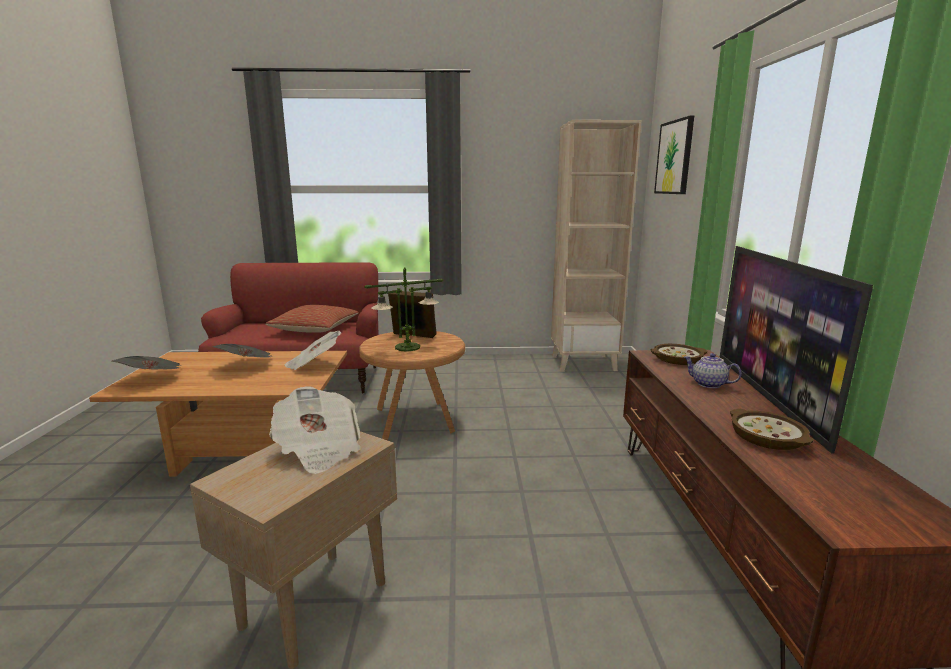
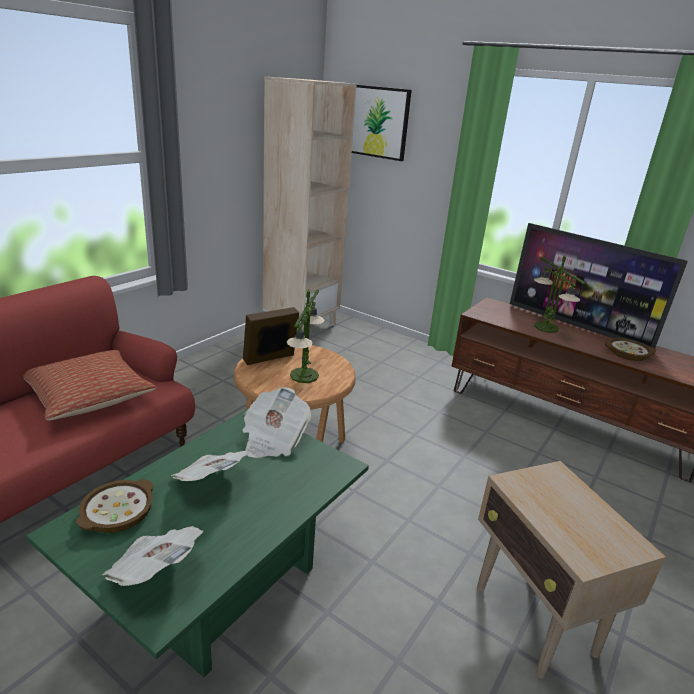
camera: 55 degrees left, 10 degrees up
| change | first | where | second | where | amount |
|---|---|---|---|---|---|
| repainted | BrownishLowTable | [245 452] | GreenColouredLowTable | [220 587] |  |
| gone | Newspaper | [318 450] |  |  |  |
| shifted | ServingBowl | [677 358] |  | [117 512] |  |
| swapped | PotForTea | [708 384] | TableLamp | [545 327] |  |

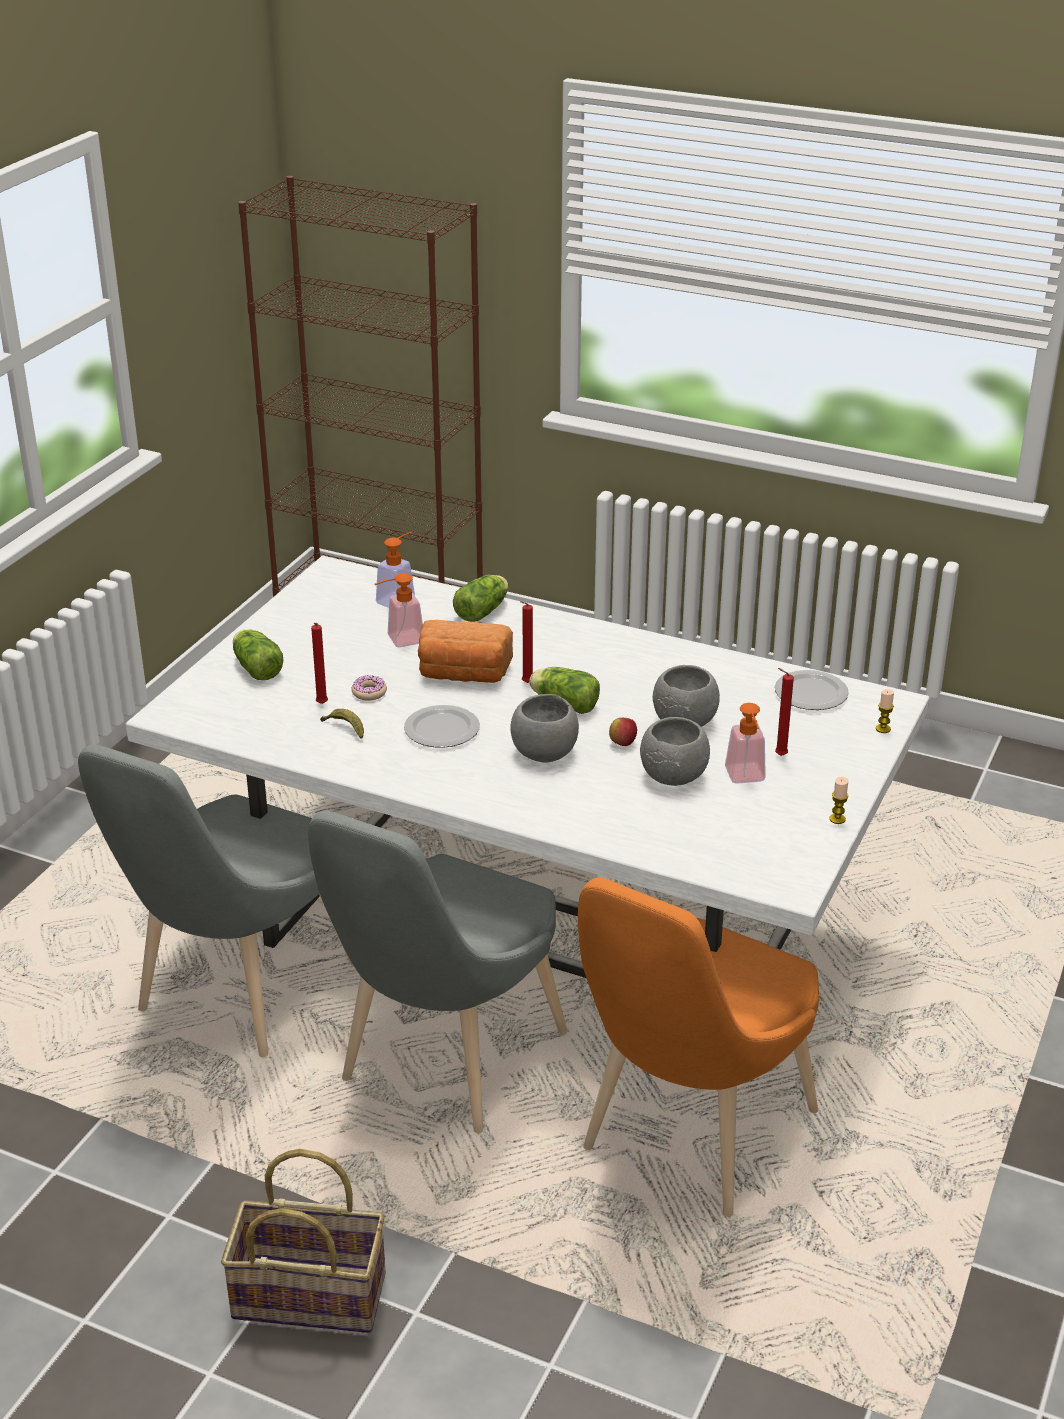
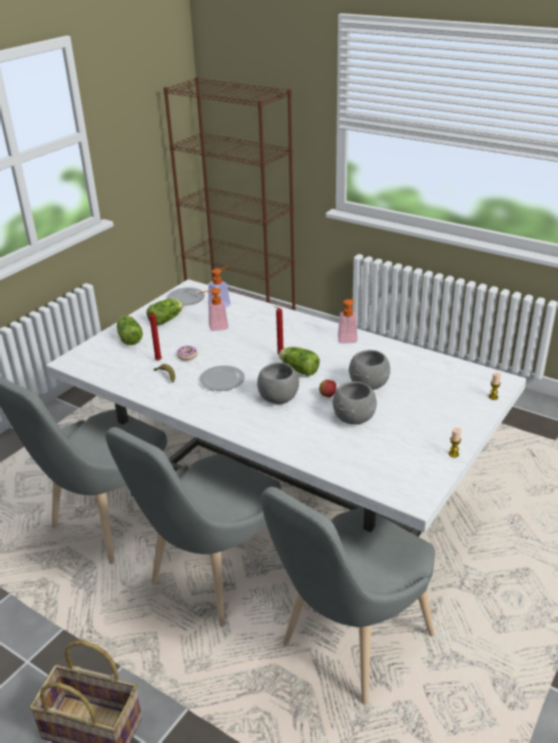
camera: 10 degrees right, 0 degrees up
| change | first | where | second | where | amount |
|---|---|---|---|---|---|
| gone | BakedBread | [463 674] |  |  |  |
| shifted | Lettuce | [484 611] |  | [167 319] |  |
| repainted | OrangeyUprightChair | [688 1138] | GrayUprightChair | [349 644] |  |
| shifted | LiquidSoapBottle | [746 778] |  | [347 341] |  |
| gone | RedColouredCandle | [778 755] |  |  |  |
| shifted | FlatDish | [812 693] |  | [186 298] |  |

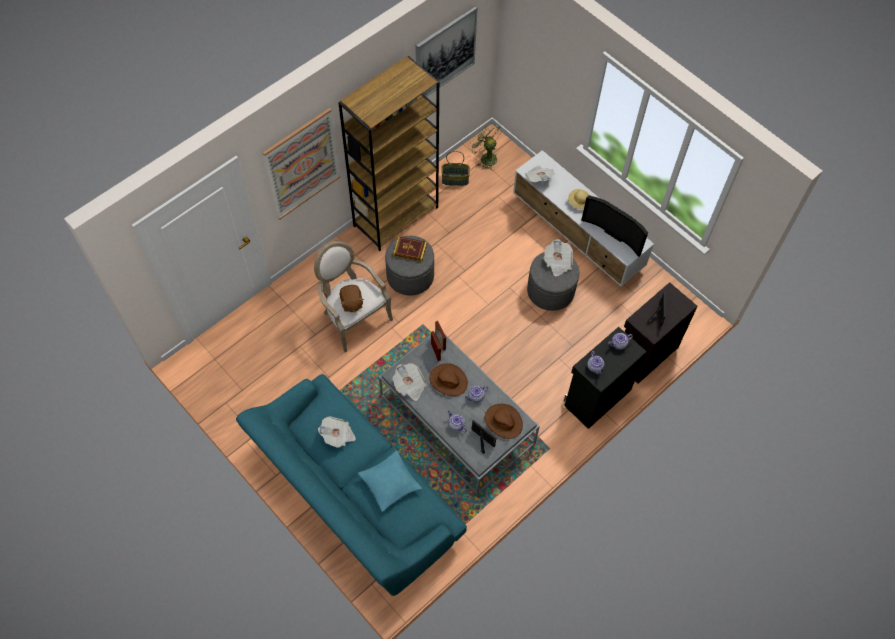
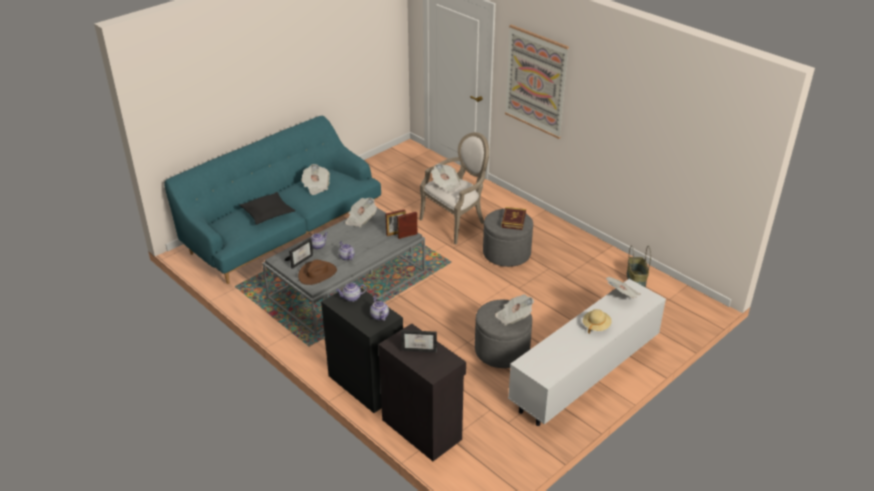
camera: 90 degrees right, 25 degrees down
| change | first | where | second | where | amount |
|---|---|---|---|---|---|
| gone | BrownishBookcase | [396 216] |  |  |  |
| swapped | BrownishPlushToy | [351 303] | Newspaper | [446 185] |  |
| repainted | TurquoisePillow | [390 483] | BlackishPillow | [267 213] |  |
| gone | WallPicture | [445 53] |  |  |  |
| gone | BrownishWearableHat | [448 380] |  |  |  |
| gone | GreenColouredFan | [485 157] |  |  |  |
| gone | TvSet | [615 232] |  |  |  |

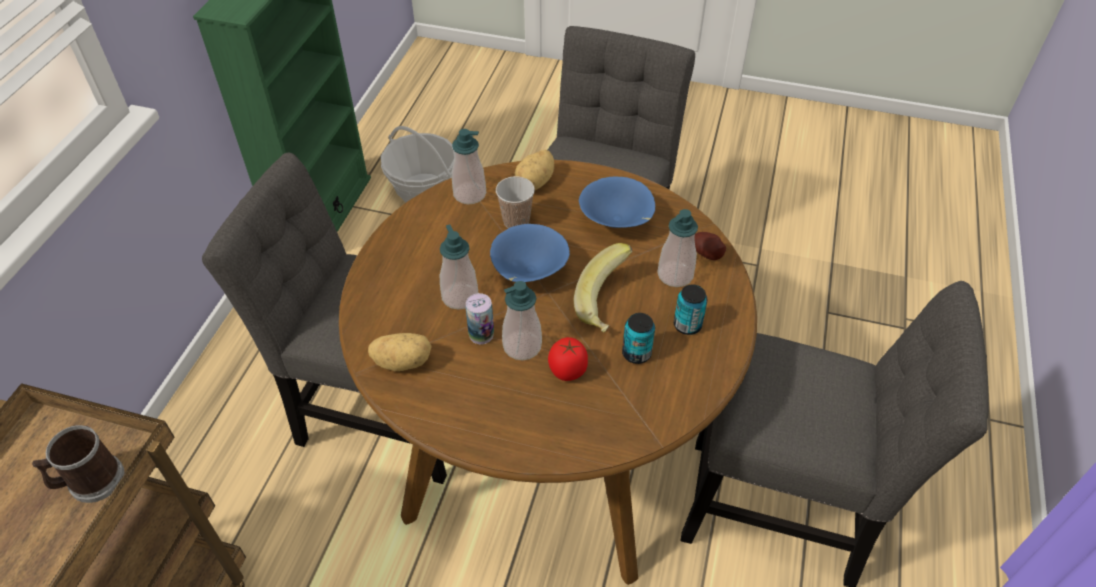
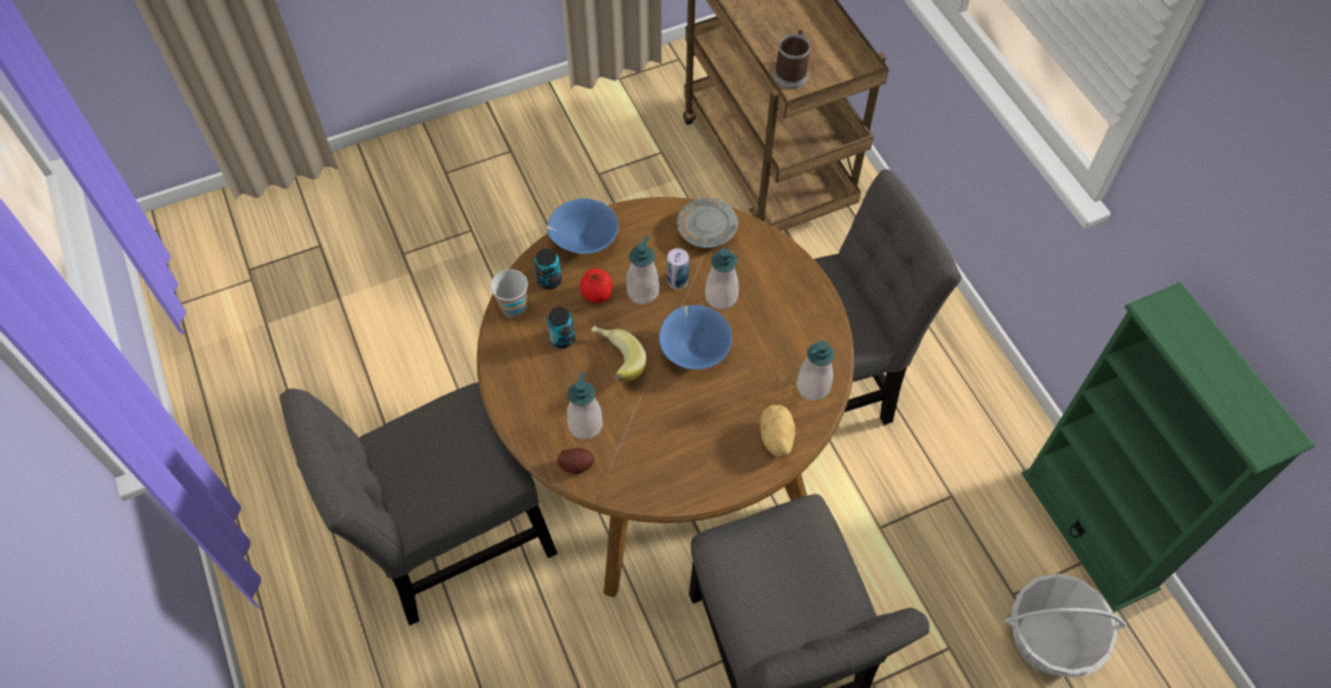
camera: 140 degrees right, 10 degrees up
| change | first | where | second | where | amount |
|---|---|---|---|---|---|
| swapped | Spud | [403 361] | GrayFlatDish | [707 231] |  |
| shifted | DrinkingCup | [516 221] |  | [513 308] |  |
| shifted | BluishServingBowl | [616 222] |  | [583 241] |  |
| shifted | SealedCan | [687 325] |  | [549 280] |  |

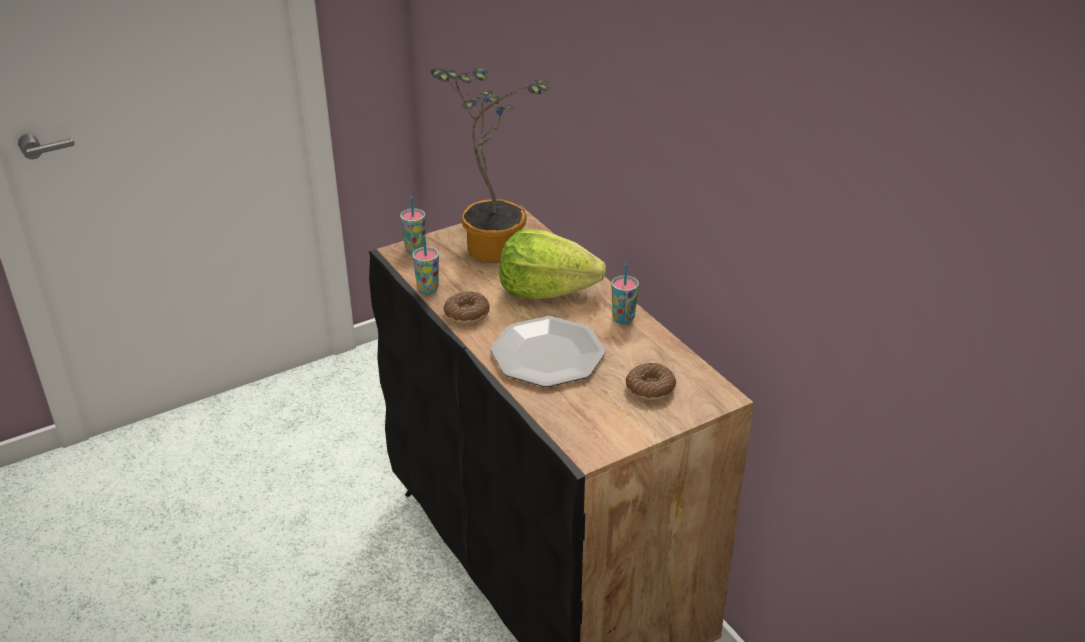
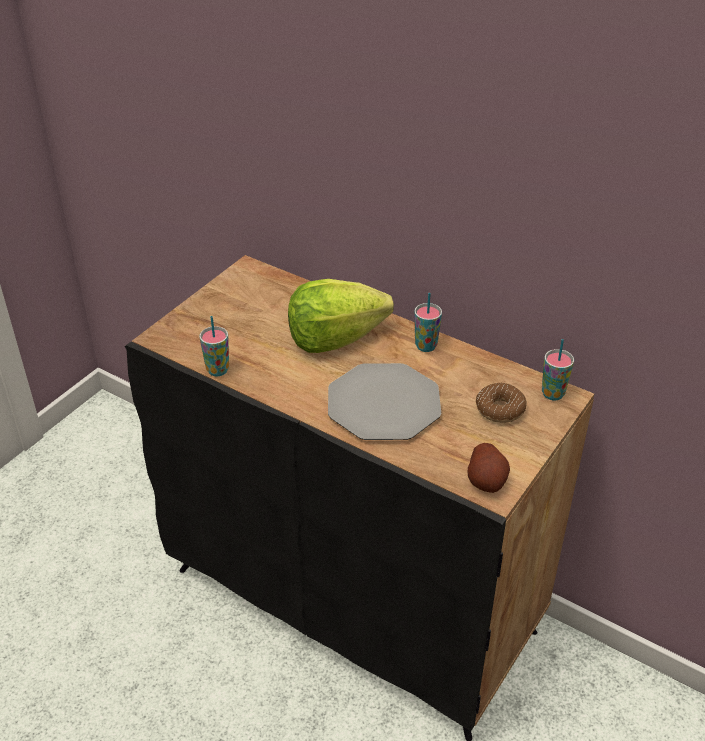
camera: 25 degrees left, 5 degrees up
| change | first | where | second | where | amount |
|---|---|---|---|---|---|
| shifted | DrinkingCup | [415 249] |  | [553 394] |  |
| gone | Houseplant | [493 244] |  |  |  |
| gone | Doughnut | [467 314] |  |  |  |
| new |  |  | Spud | [486 480] |  |

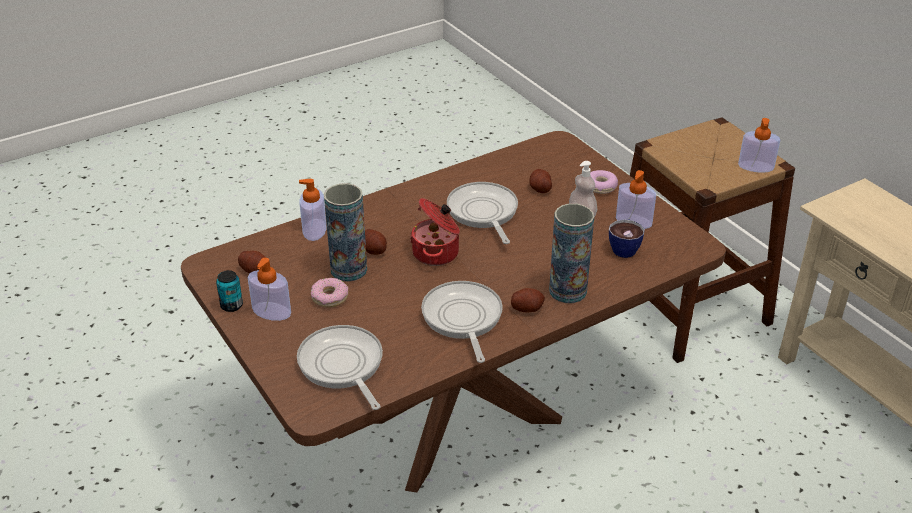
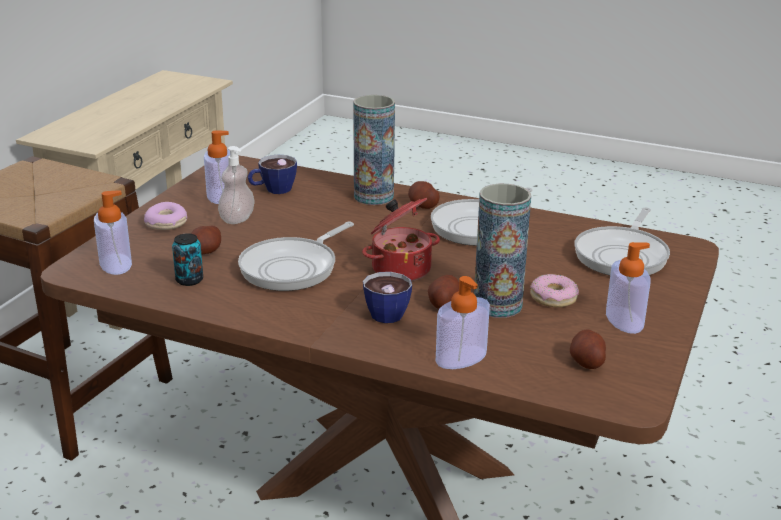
camera: 125 degrees left, 10 degrees down
| change | first | where | second | where | amount |
|---|---|---|---|---|---|
| shifted | SealedCan | [231 305] |  | [189 280] |  |
| shifted | LiquidSoapBottle | [756 166] |  | [115 264] |  |
| new |  |  | DrinkingCup | [390 311] |  |

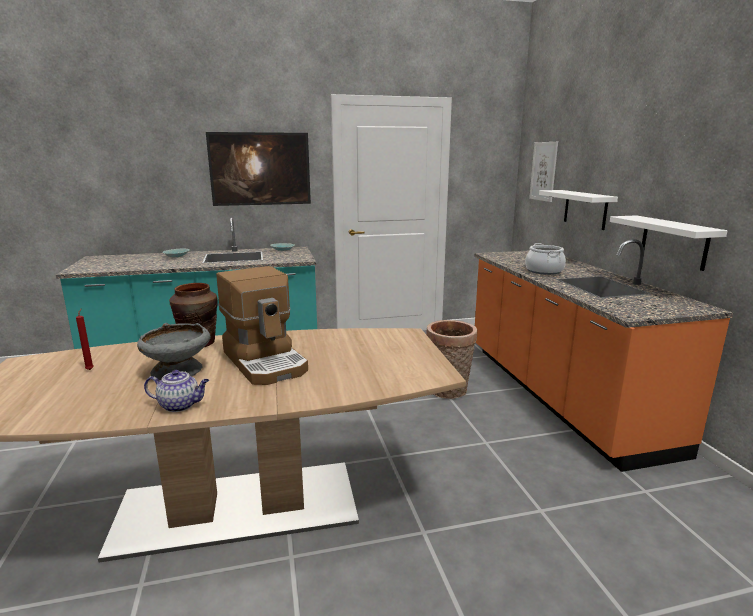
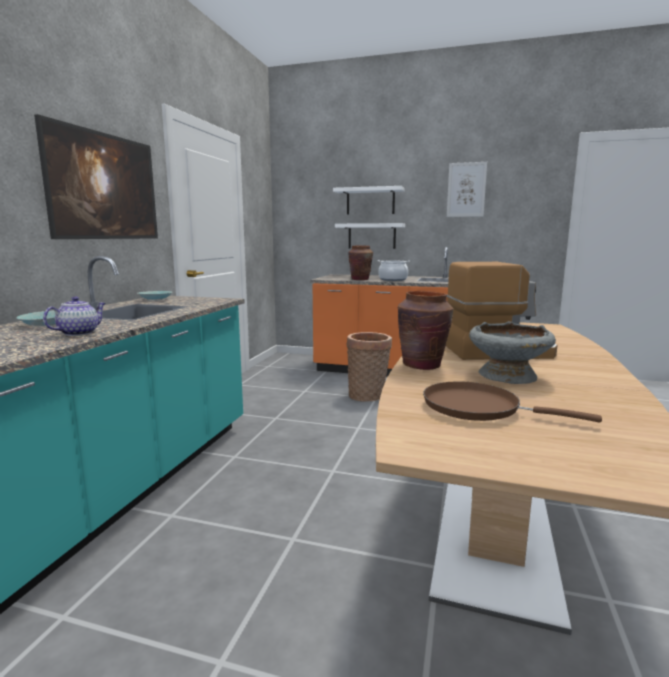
camera: 60 degrees left, 5 degrees down
| change | first | where | second | where | amount |
|---|---|---|---|---|---|
| swapped | RedColouredCandle | [90 369] | BrownishFryingPan | [478 408] |  |
| shifted | PotForTea | [180 405] |  | [79 333] |  |
| shifted | WallPicture | [543 171] |  | [466 190] |  |
| shifted | WhiteColouredBracketShelf | [673 242] |  | [370 201] |  |
| new |  |  | BrownishDecorativeVase | [360 279] |  |

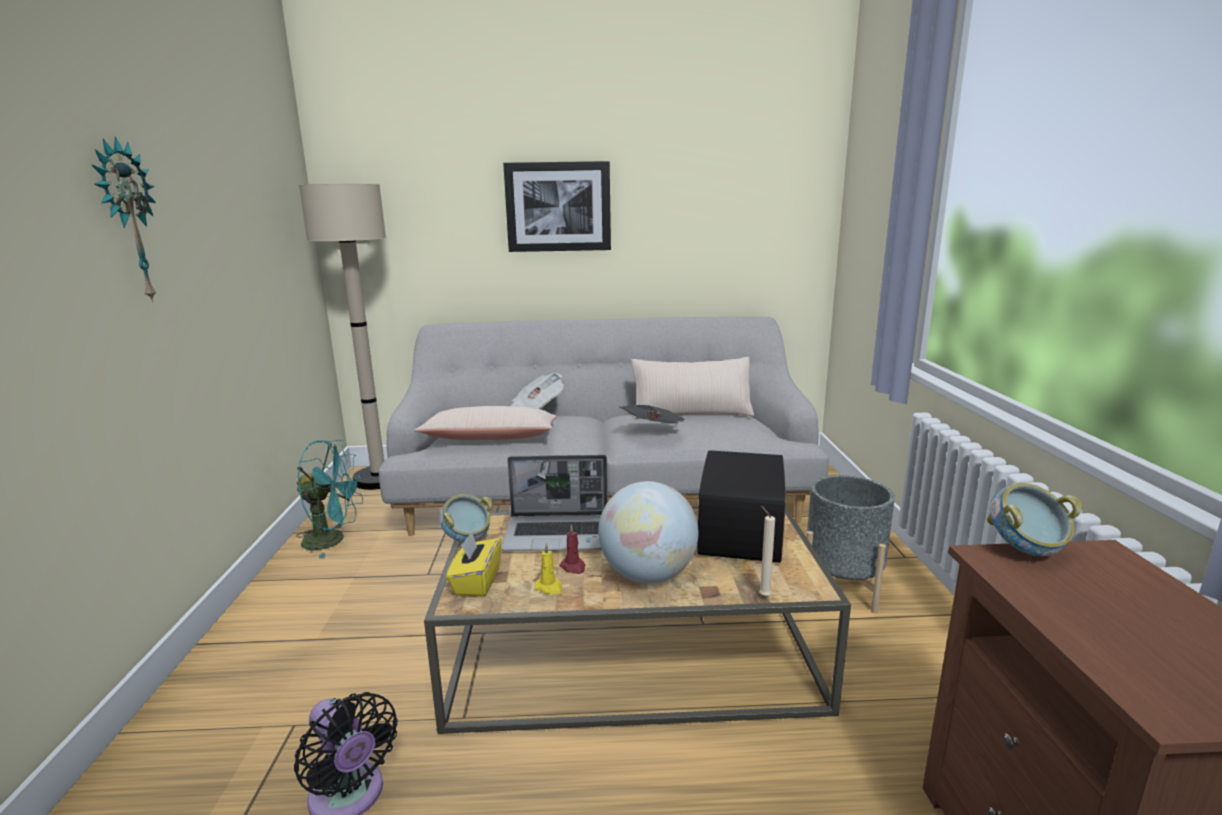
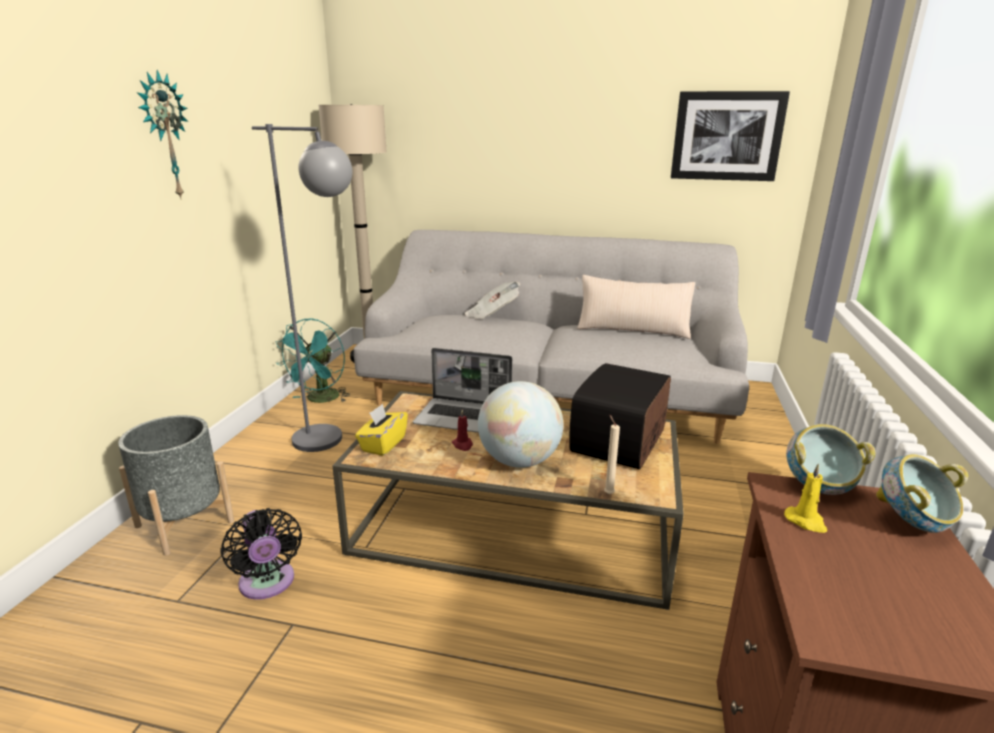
camera: 15 degrees right, 5 degrees up
| change | first | where | second | where | amount |
|---|---|---|---|---|---|
| rotated | TurquoiseFan | [333 540] |  | [320 400] | 90 degrees clockwise |
| gone | SandColouredPillow | [490 438] |  |  |  |
| shifted | ServingBowl | [467 539] |  | [911 524] |  |
| shifted | WallPicture | [558 207] |  | [727 136] |  |
| shifted | YellowColouredCandle | [549 587] |  | [806 521] |  |
| gone | Newspaper | [654 432] |  |  |  |
| shifted | GrayPlanter | [842 585] |  | [185 524] |  |
| new |  |  | GrayStandingLamp | [332 443] |  |

